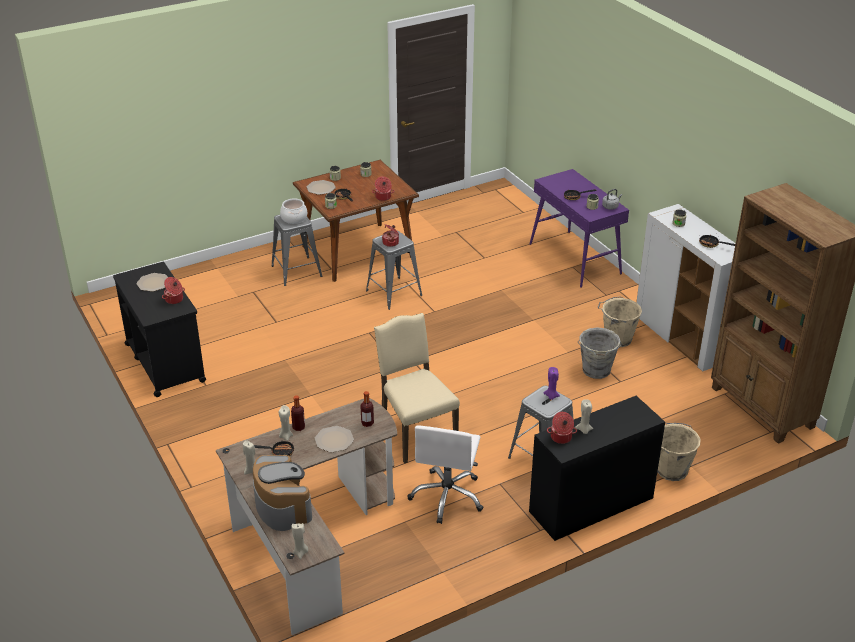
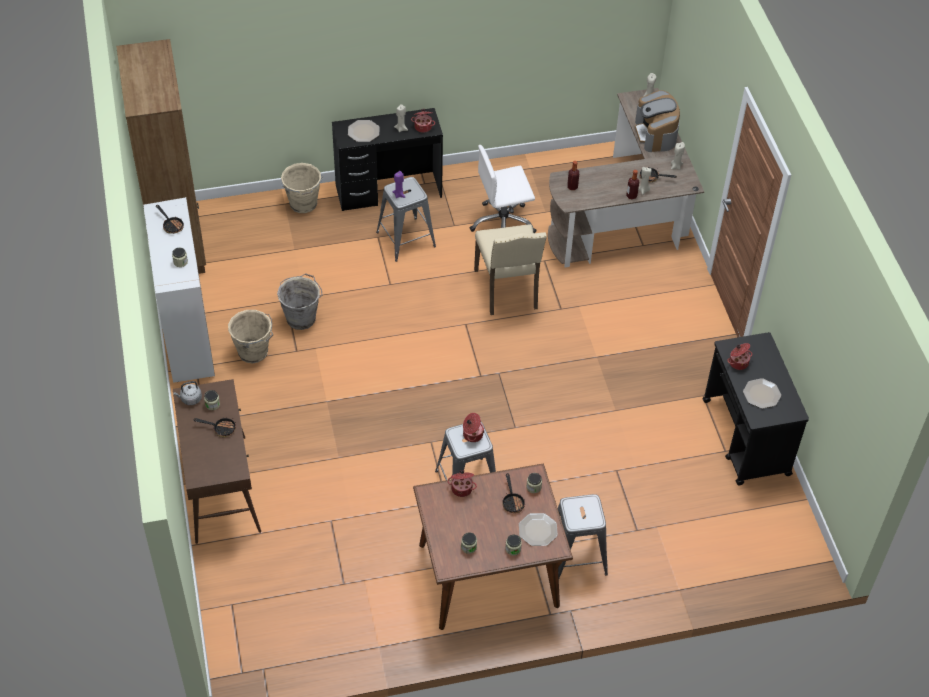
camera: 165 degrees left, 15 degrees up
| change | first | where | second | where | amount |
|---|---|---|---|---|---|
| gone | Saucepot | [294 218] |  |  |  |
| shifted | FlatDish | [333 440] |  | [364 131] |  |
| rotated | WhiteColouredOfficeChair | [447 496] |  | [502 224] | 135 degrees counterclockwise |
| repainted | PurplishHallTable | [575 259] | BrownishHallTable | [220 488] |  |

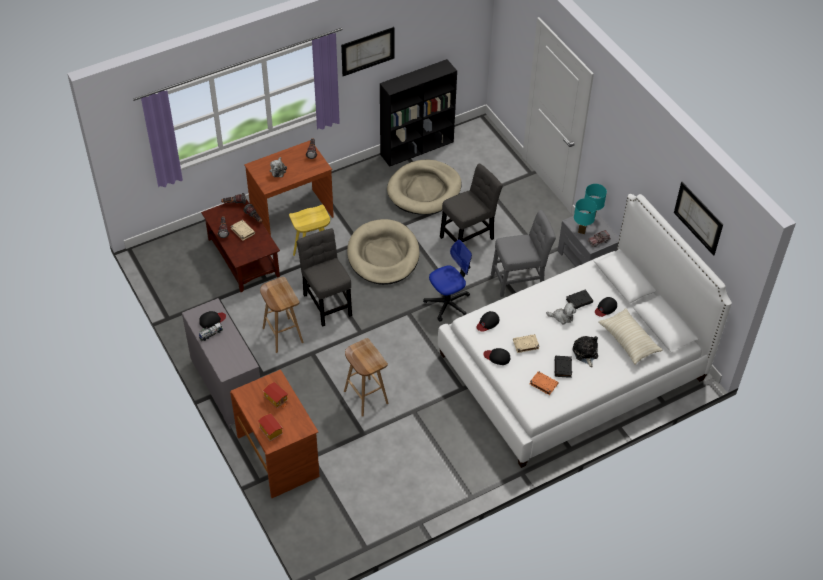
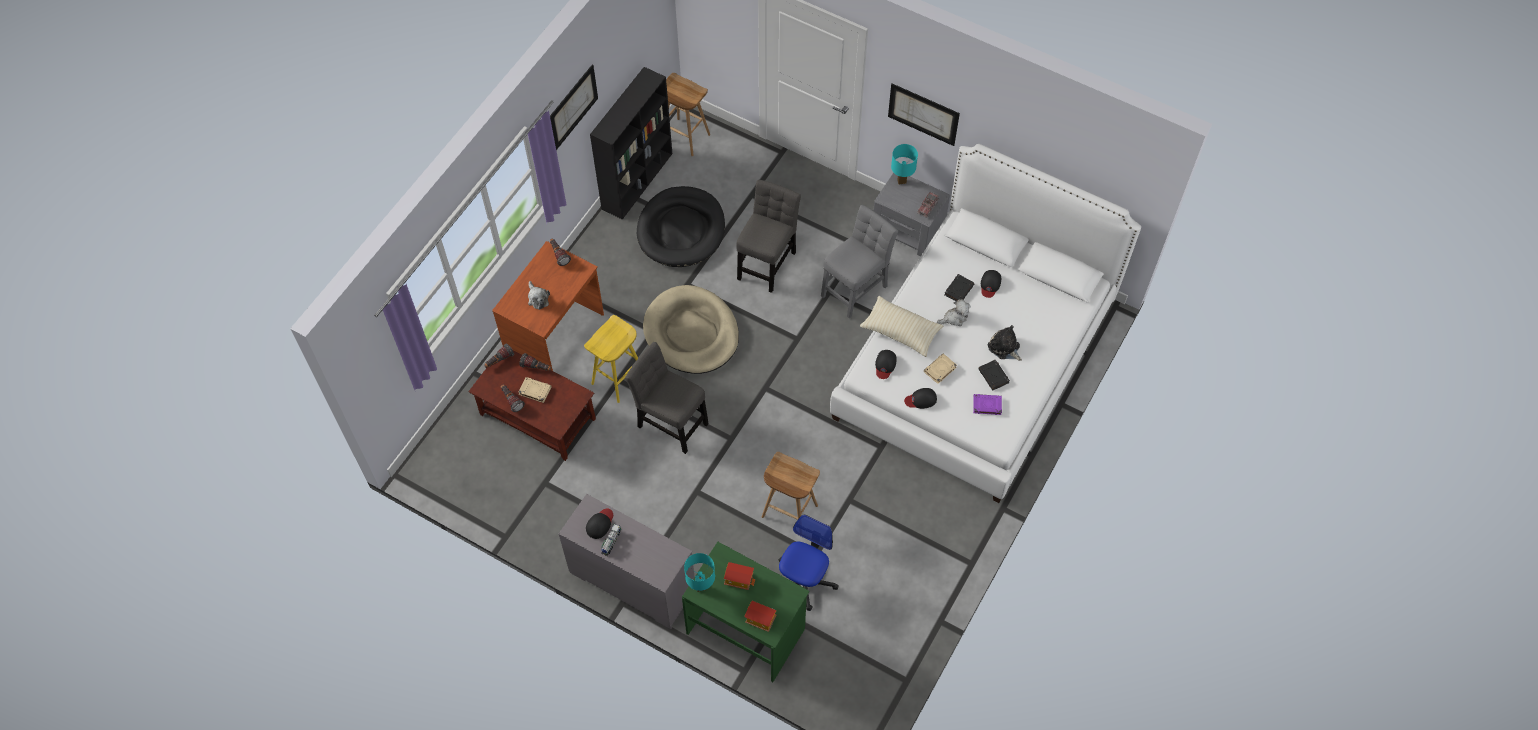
camera: 30 degrees left, 10 degrees up
| change | first | where | second | where | amount |
|---|---|---|---|---|---|
| repainted | BrownishDesk | [279 456] | GreenColouredDesk | [746 630] |  |
| shifted | BrownishSittingStool | [282 335] |  | [684 137] |  |
| repainted | SandColouredDogBed | [424 190] | BlackishDogBed | [681 230] |  |
| shifted | OfficeChair | [448 304] |  | [804 581] |  |
| repainted | OrangeyBoundBook | [543 384] | PurplishBoundBook | [986 405] |  |
| shifted | TurquoiseTableLamp | [582 231] |  | [701 587] |  |
| shifted | SandColouredPillow | [629 341] |  | [901 331] |  |
| shifted | WallPicture | [698 218] |  | [923 114] |  |

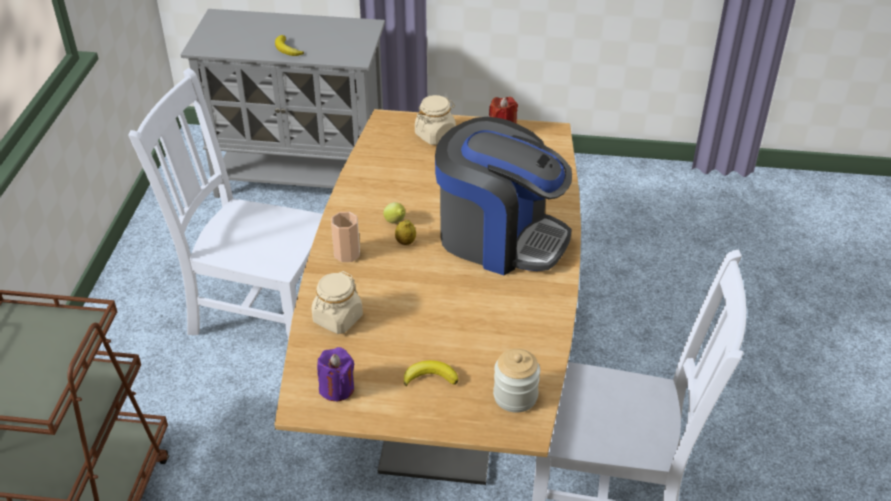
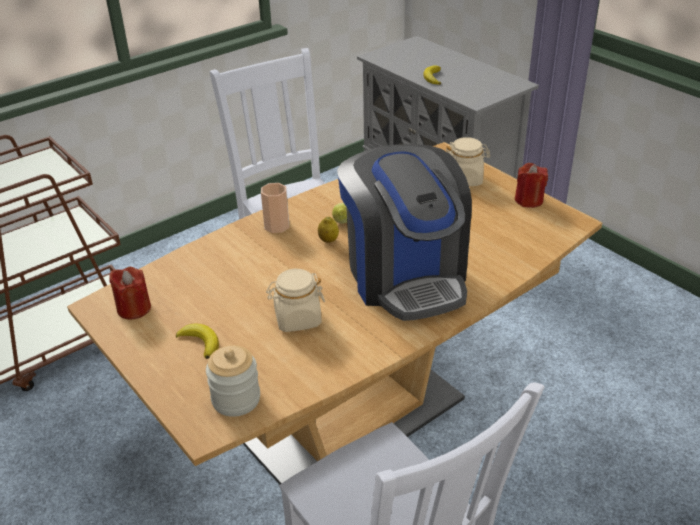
camera: 45 degrees right, 5 degrees down
| change | first | where | second | where | amount |
|---|---|---|---|---|---|
| shifted | SandColouredStorageJar | [337 319] |  | [297 319] |  |
| repainted | PurplishCandle | [337 388] | RedColouredCandle | [134 309] |  |

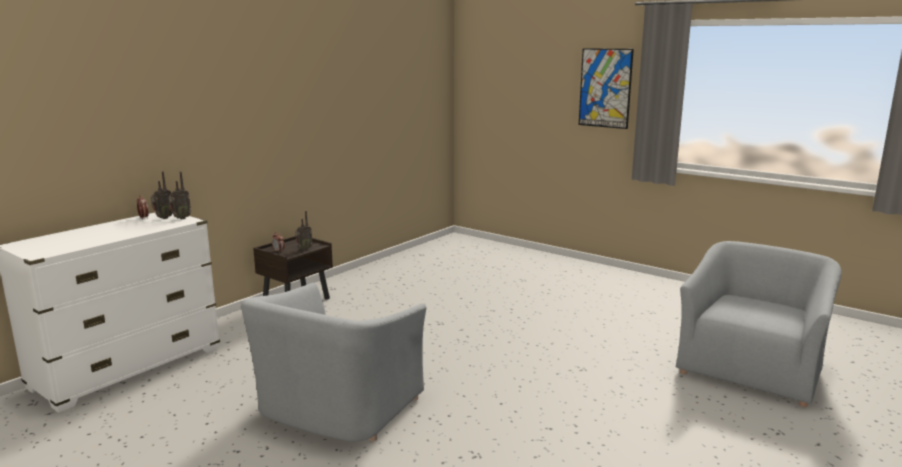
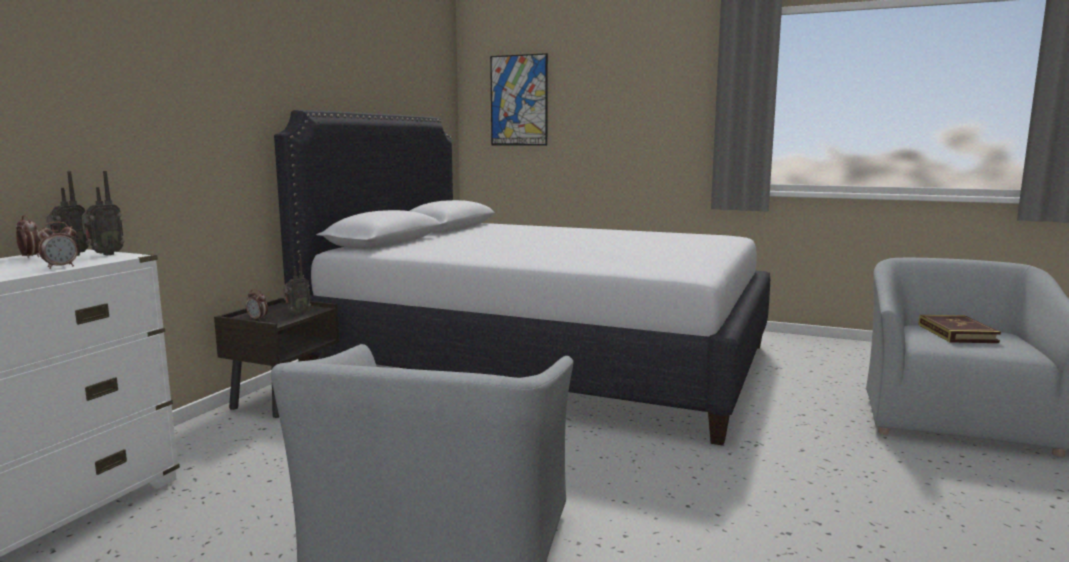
camera: 15 degrees left, 5 degrees down
| change | first | where | second | where | amount |
|---|---|---|---|---|---|
| shifted | WallPicture | [605 88] |  | [519 100] |  |
| new |  |  | TableClock | [61 267] |  |
| new |  |  | WhiteColouredBedroomBed | [545 361] |  |
| new |  |  | BoundBook | [957 333] |  |

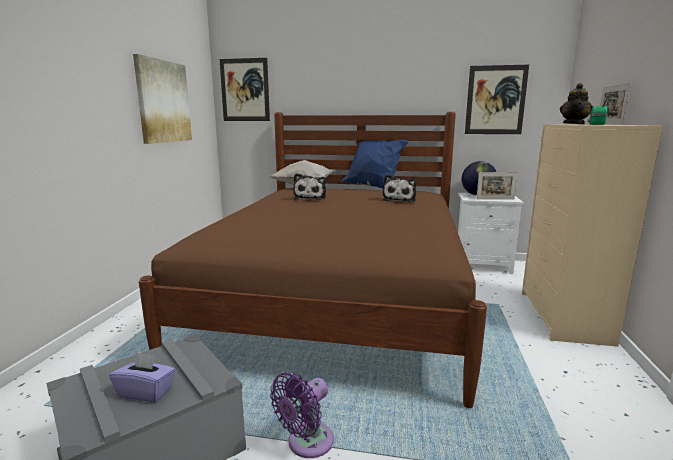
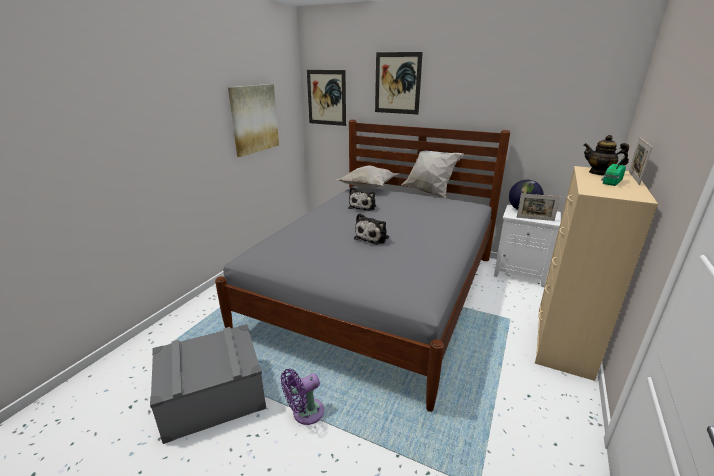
camera: 15 degrees right, 10 degrees up
| change | first | where | second | where | amount |
|---|---|---|---|---|---|
| gone | PurplishTissueBox | [146 392] |  |  |  |
| repainted | BrownishBedroomBed | [340 297] | GrayBedroomBed | [378 292] |  |
| repainted | BluishPillow | [373 188] | WhiteColouredPillow | [428 193] |  |
| shifted | PlushToy | [399 200] |  | [373 237] |  |
| shifted | WallPicture | [495 100] |  | [397 83] |  |
| rotated | PotForTea | [574 124] |  | [599 173] | 75 degrees clockwise |

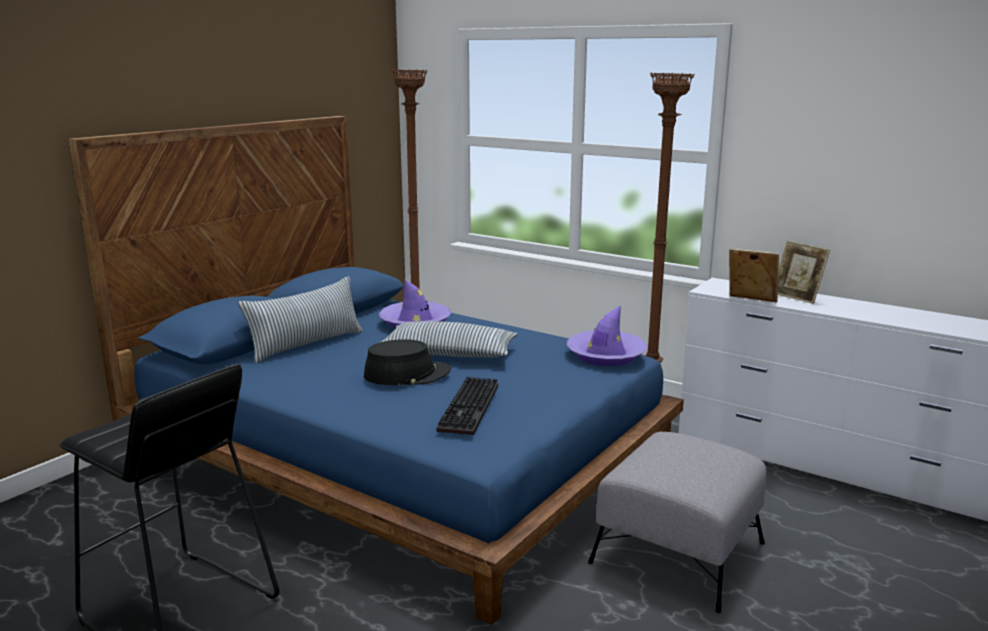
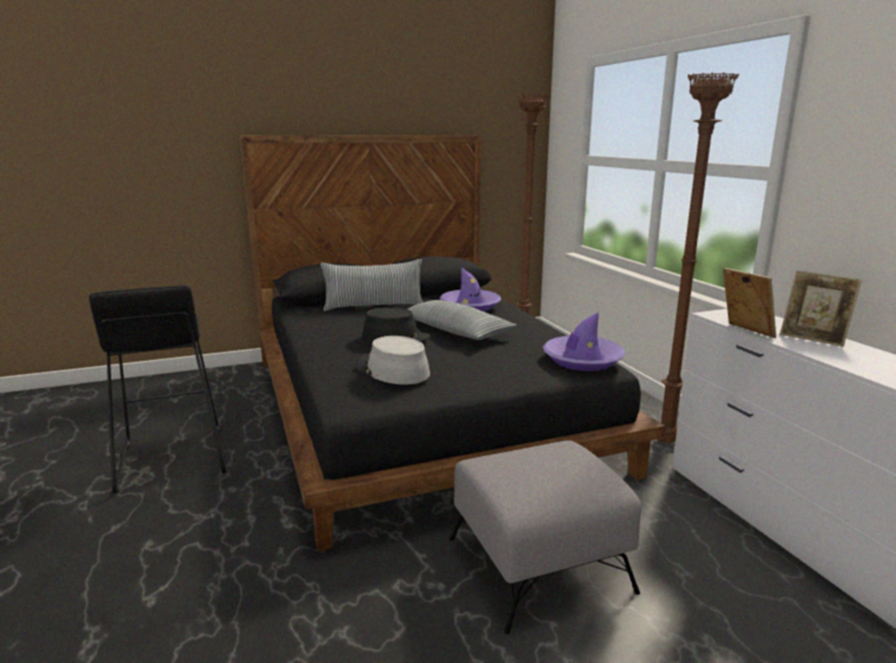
camera: 35 degrees right, 0 degrees up
| change | first | where | second | where | amount |
|---|---|---|---|---|---|
| repainted | BluishBedroomBed | [402 454] | BlackishBedroomBed | [422 410] |  |
| swapped | ComputerKeyboard | [471 409] | GrayWearableHat | [393 370] |  |
| rotated | StandingFrame | [797 297] |  | [813 338] | 45 degrees counterclockwise |

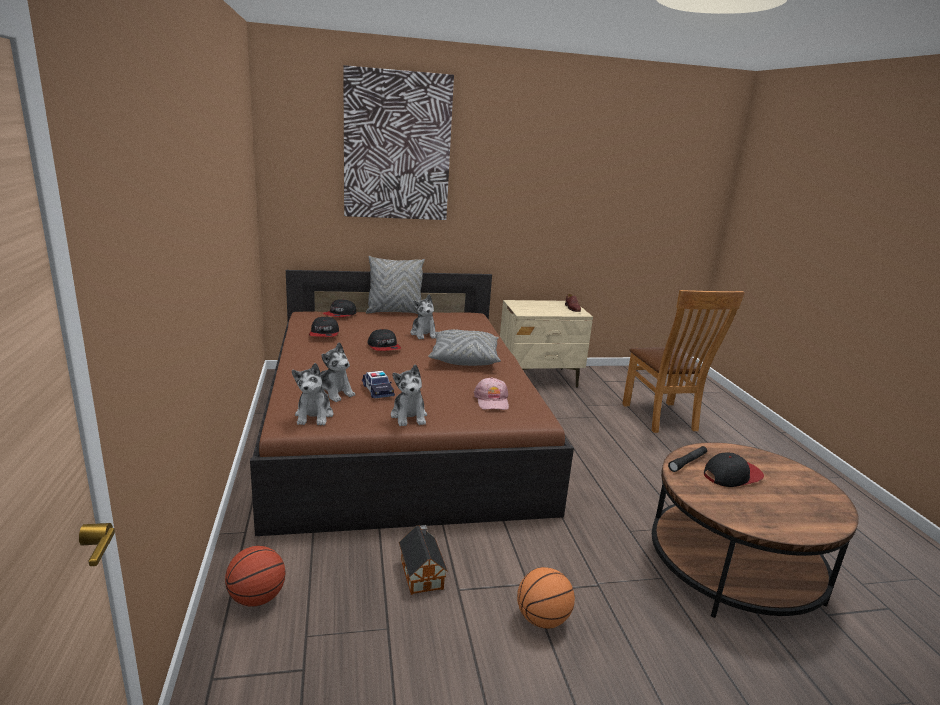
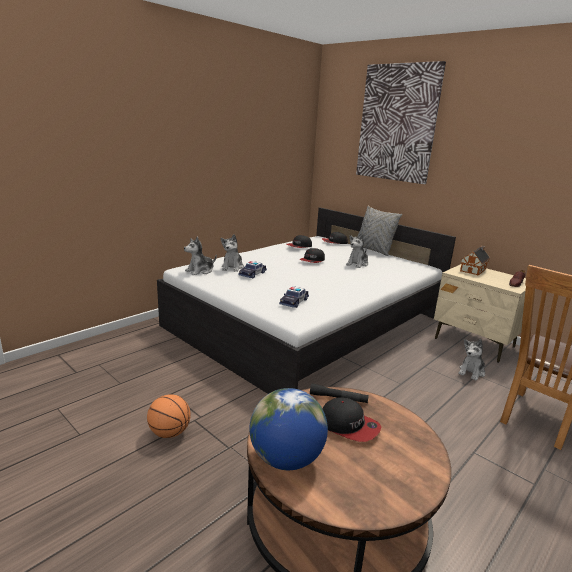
camera: 55 degrees right, 0 degrees up
| change | first | where | second | where | amount |
|---|---|---|---|---|---|
| gone | BallForBasketball | [257 598] |  |  |  |
| repainted | BrownishBedroomBed | [399 430] | WhiteColouredBedroomBed | [307 322] |  |
| shifted | PlushToy | [409 416] |  | [471 372] |  |
| shifted | MiniatureHouse | [421 572] |  | [473 270] |  |
| gone | GrayPillow | [464 358] |  |  |  |
| swapped | PinkishBaseballCap | [492 401] | MiniatureCar | [294 302] |  |
| new |  |  | Globe | [286 459] |  |

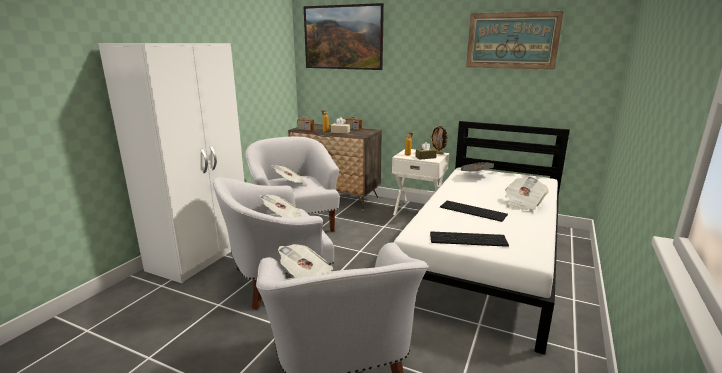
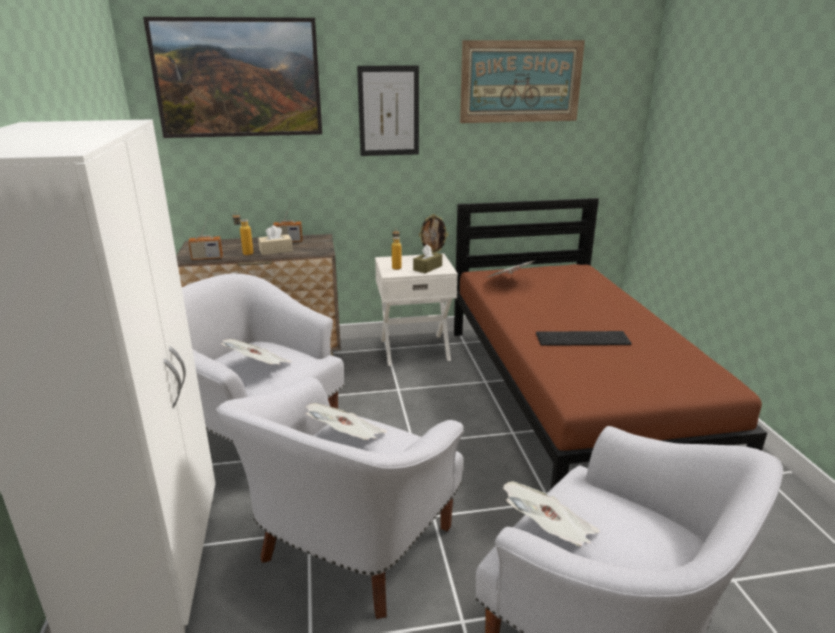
camera: 35 degrees left, 5 degrees up
| change | first | where | second | where | amount |
|---|---|---|---|---|---|
| repainted | WhiteColouredBedroomBed | [485 260] | BrownishBedroomBed | [570 397] |  |
| gone | ComputerKeyboard | [468 239] |  |  |  |
| gone | Newspaper | [522 204] |  |  |  |
| new |  |  | WallPicture | [388 111] |  |

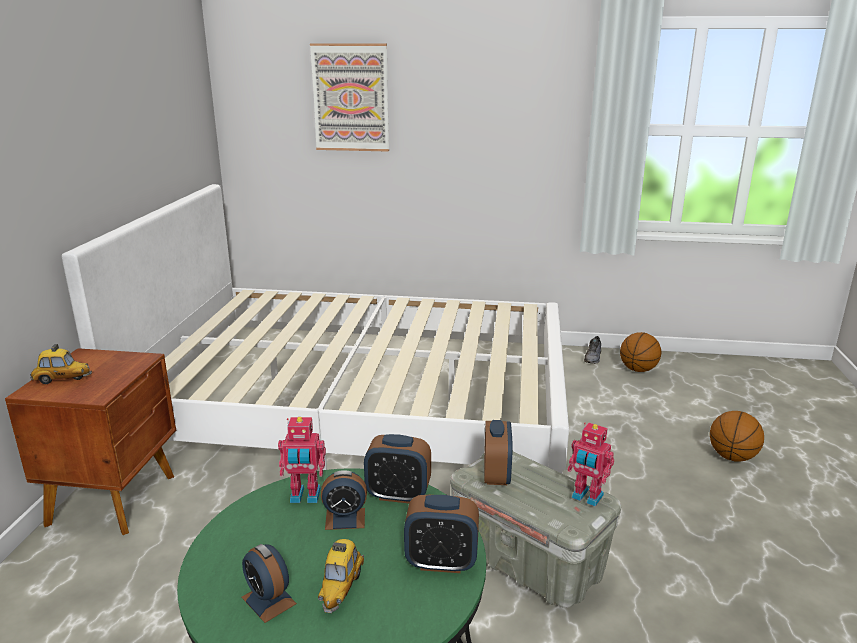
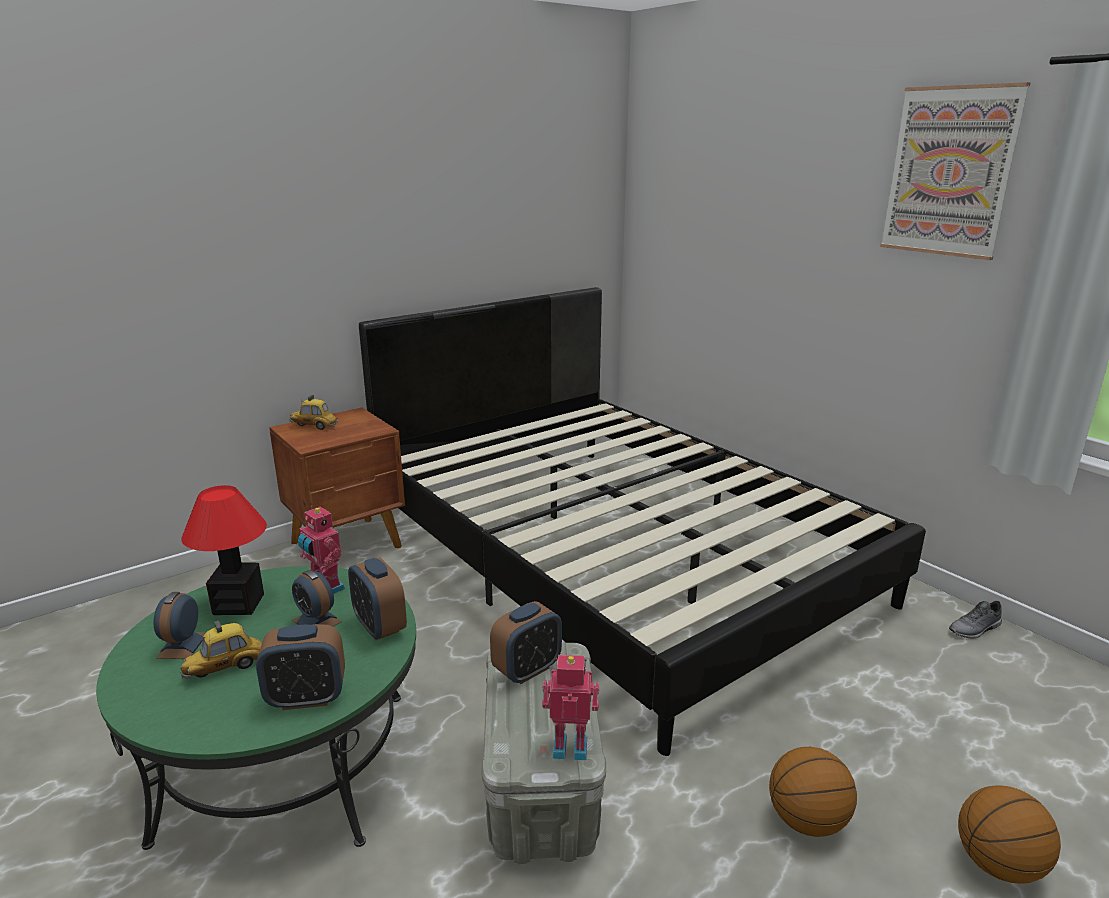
camera: 45 degrees right, 0 degrees up
| change | first | where | second | where | amount |
|---|---|---|---|---|---|
| rotated | MiniatureCar | [62 379] |  | [314 426] | 150 degrees clockwise |
| repainted | WhiteColouredBedroomBed | [359 404] | BlackishBedroomBed | [615 556] |  |
| shifted | WallPicture | [351 98] |  | [950 172] |  |
| rotated | TableClock | [441 562] |  | [306 698] | 60 degrees counterclockwise |
| rotated | ModelRobot | [586 497] |  | [570 745] | 105 degrees clockwise |
| shifted | BallForBasketball | [638 369] |  | [807 821] |  |
| new |  |  | TableLamp | [237 604] |  |

